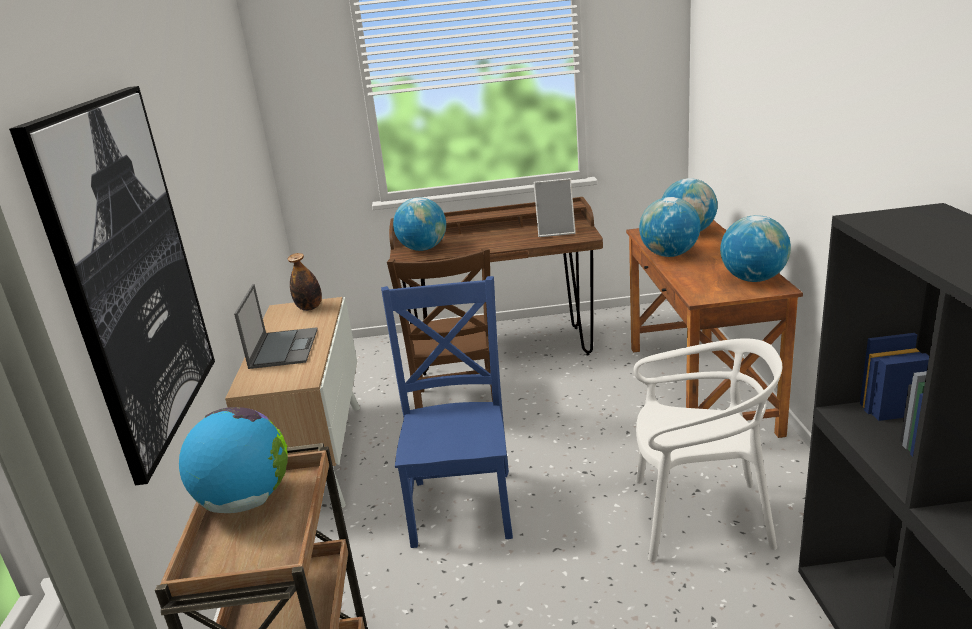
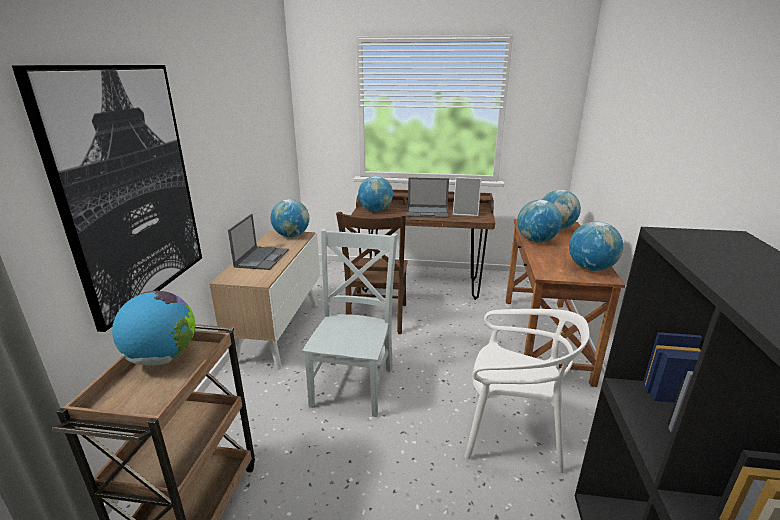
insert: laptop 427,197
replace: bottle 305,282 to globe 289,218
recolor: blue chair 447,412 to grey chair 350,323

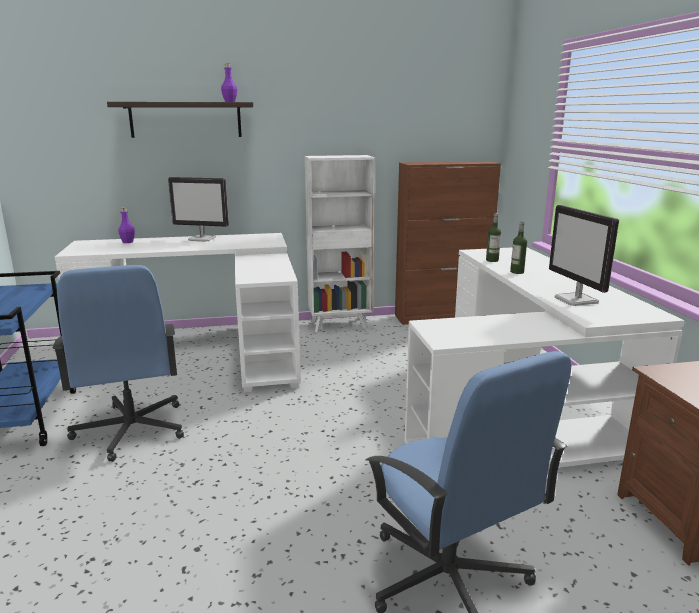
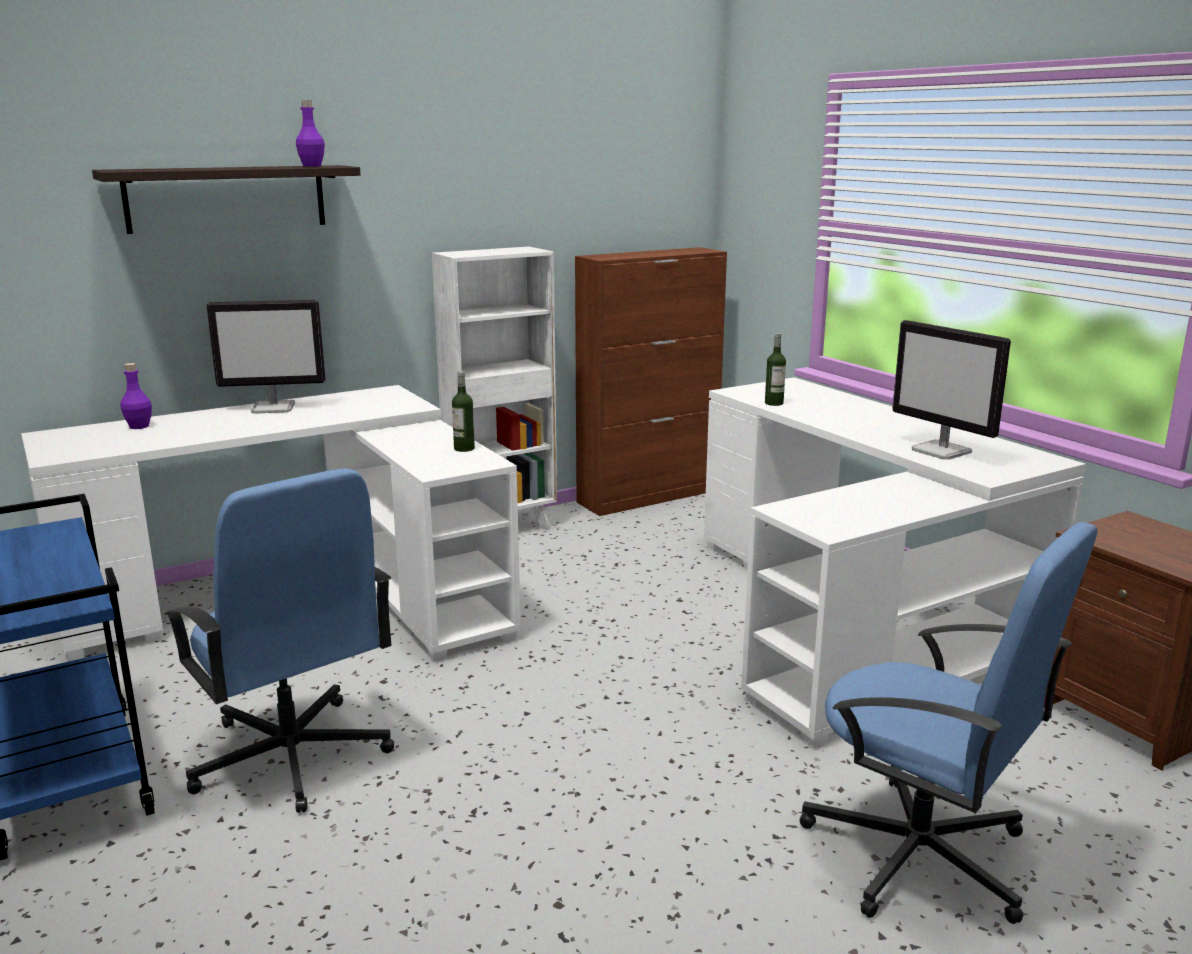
move: bottle 518,247 to 463,411

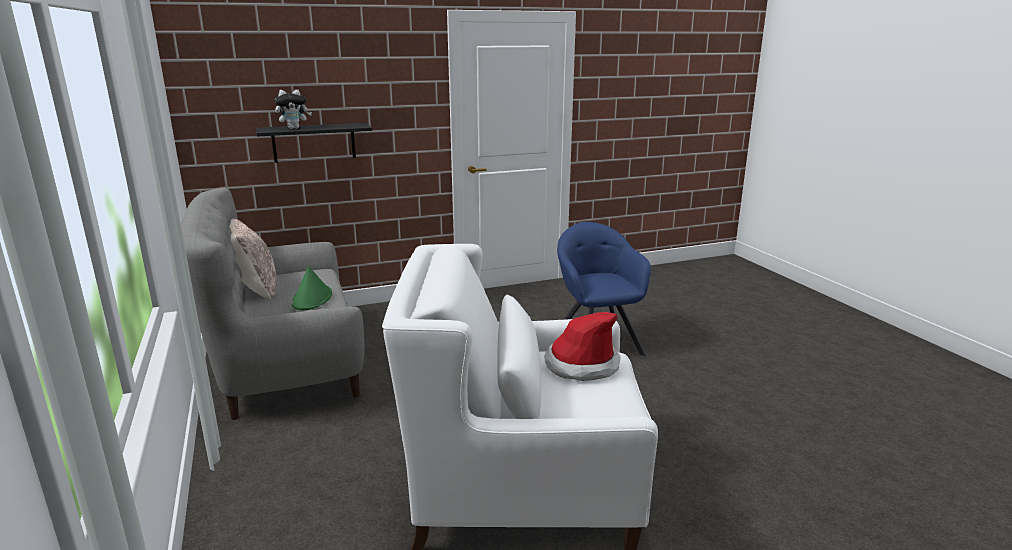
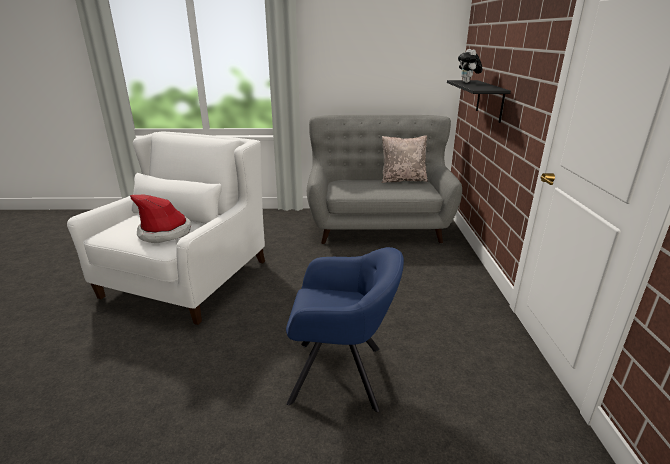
delete: green hat 312,288

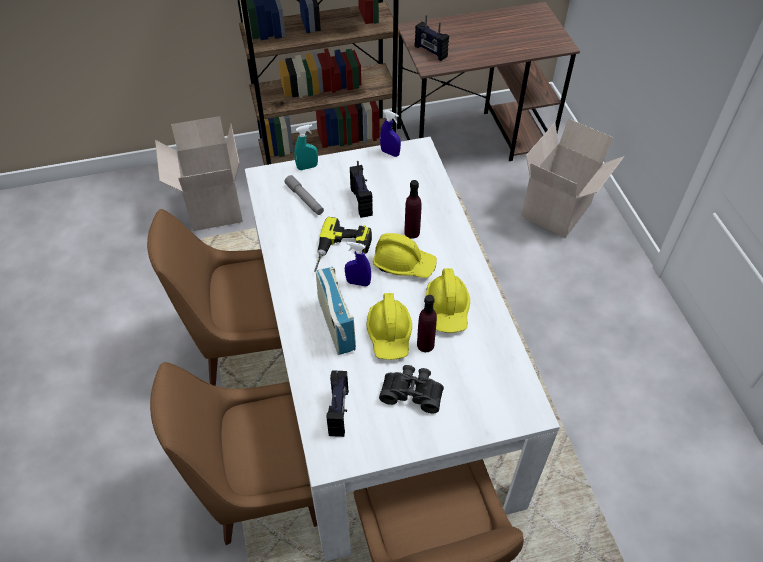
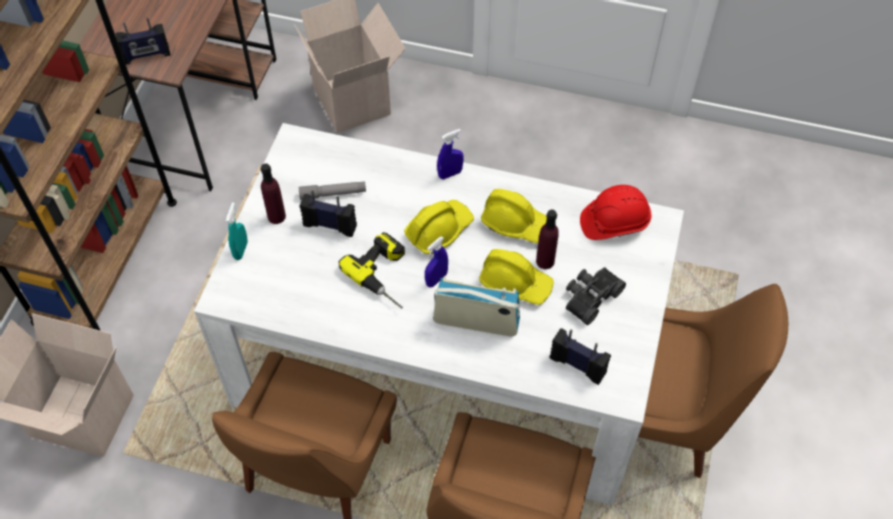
insert: red hard hat 615,212
move: purple bottle 412,209 to 273,193; grey flashlight 304,195 to 332,190; blue spray bottle 390,133 to 450,154

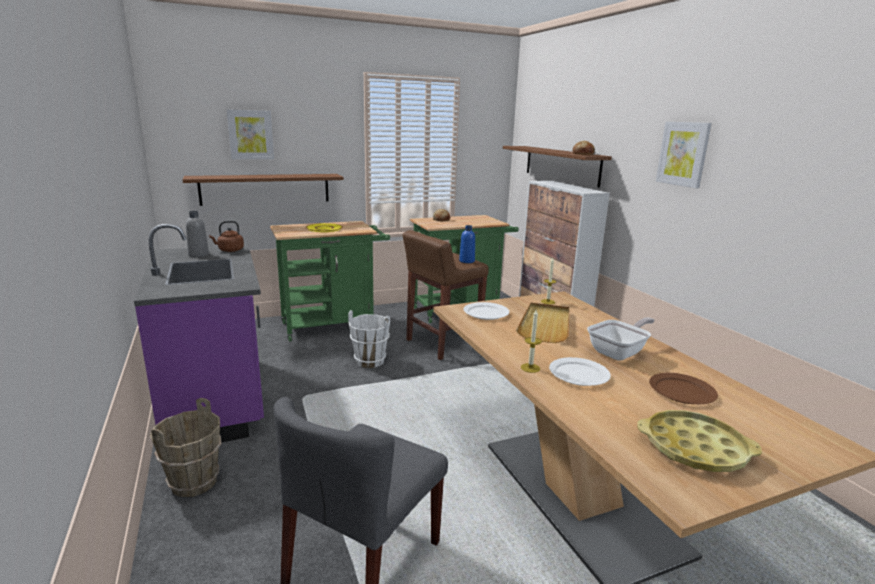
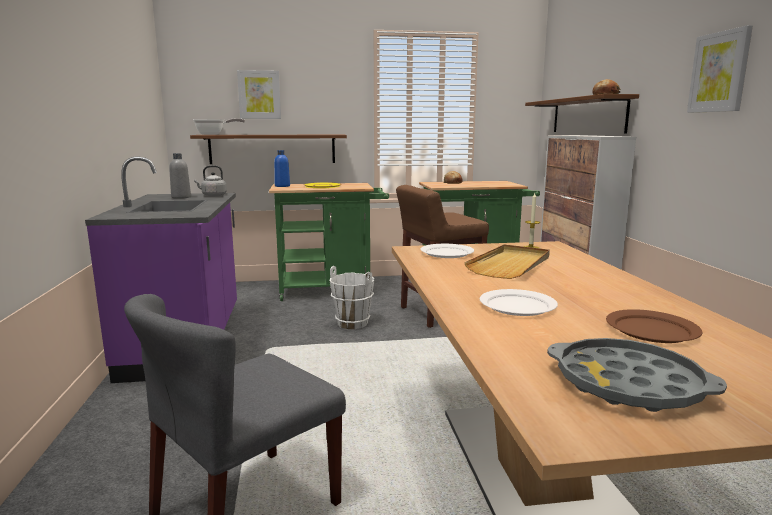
delete: brown bucket 185,447; candle 531,341
move: frying pan 621,339 to 219,126; blue bottle 467,244 to 282,168
recolor: brown kettle 226,236 to grey kettle 210,180; yellow tray 699,441 to grey tray 637,375

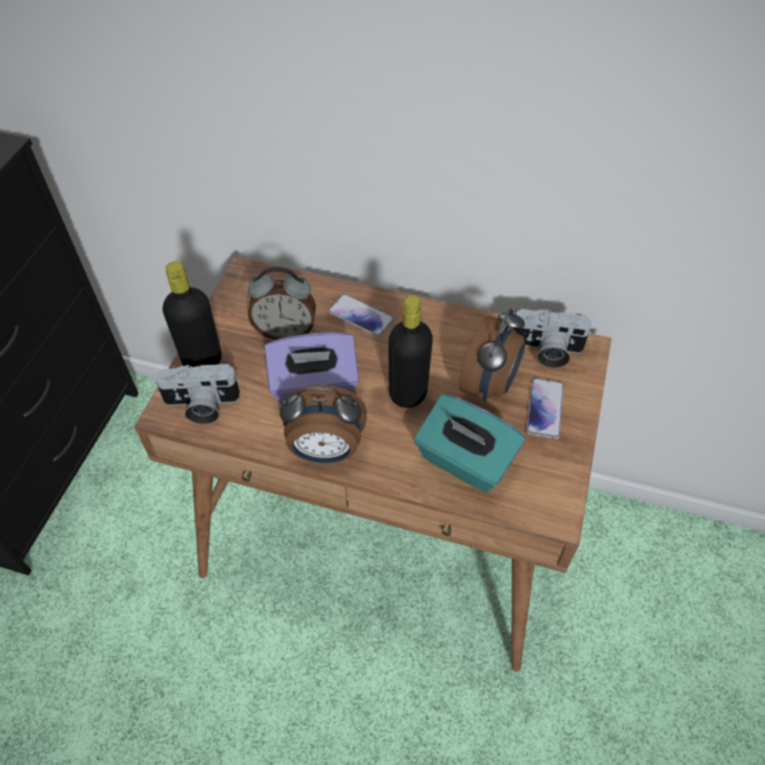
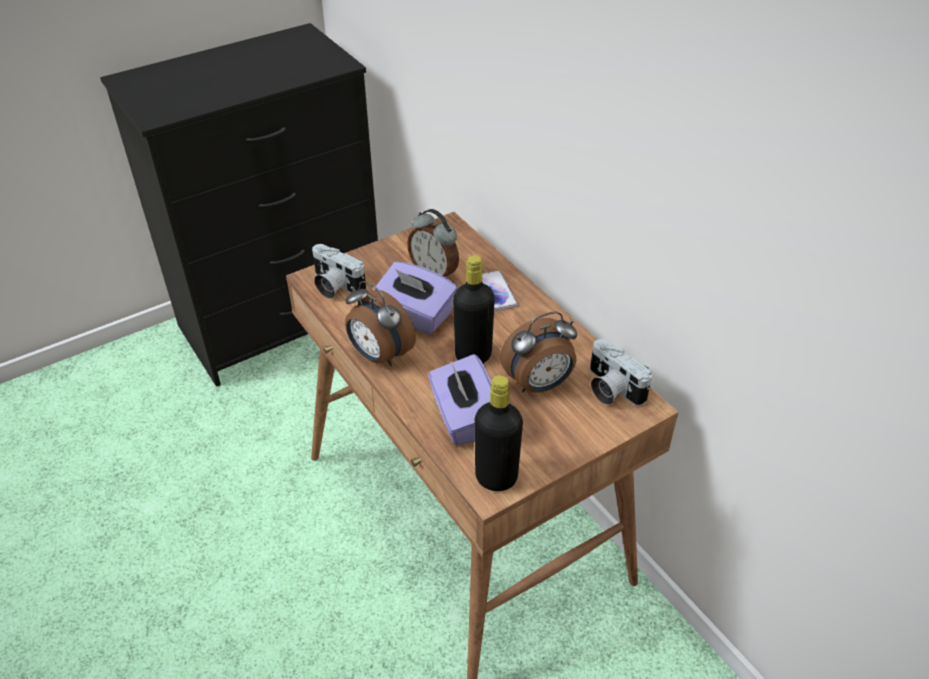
delete: phone 545,408
move: black bottle 192,314 to 499,433
recolor: turquoise tissue box 469,443 to purple tissue box 459,400

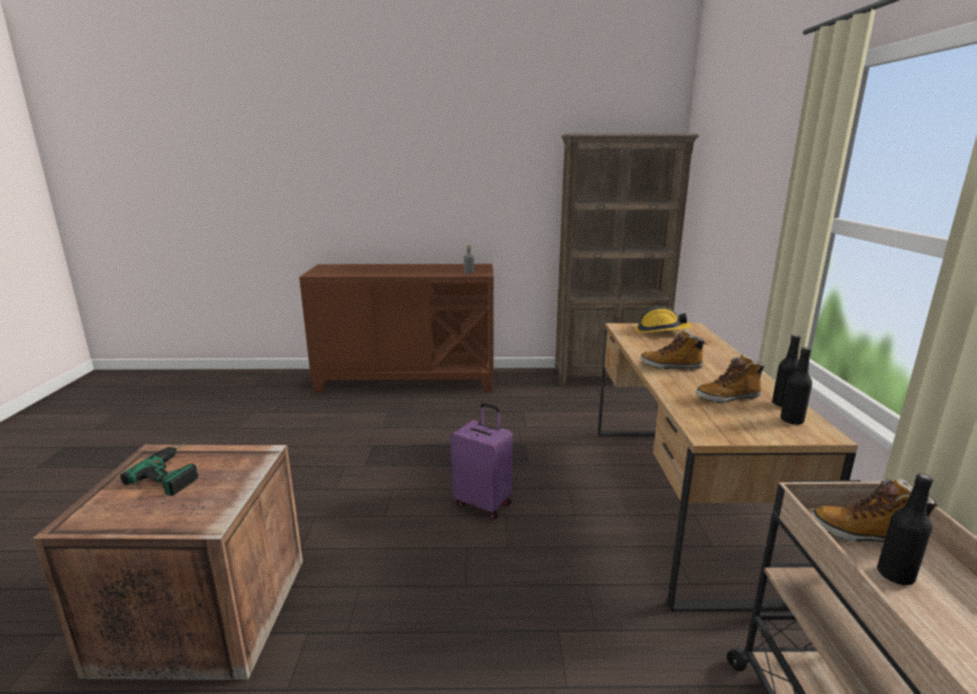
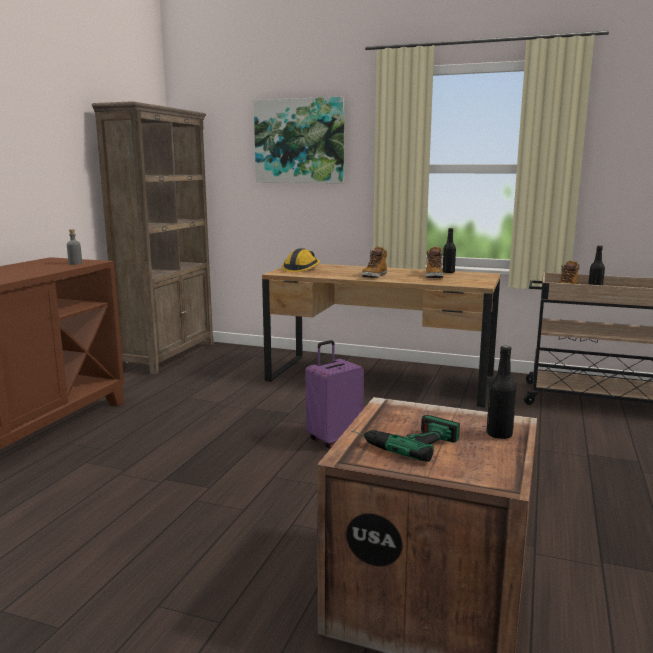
insert: picture 299,140
move: black bottle 796,386 to 502,392

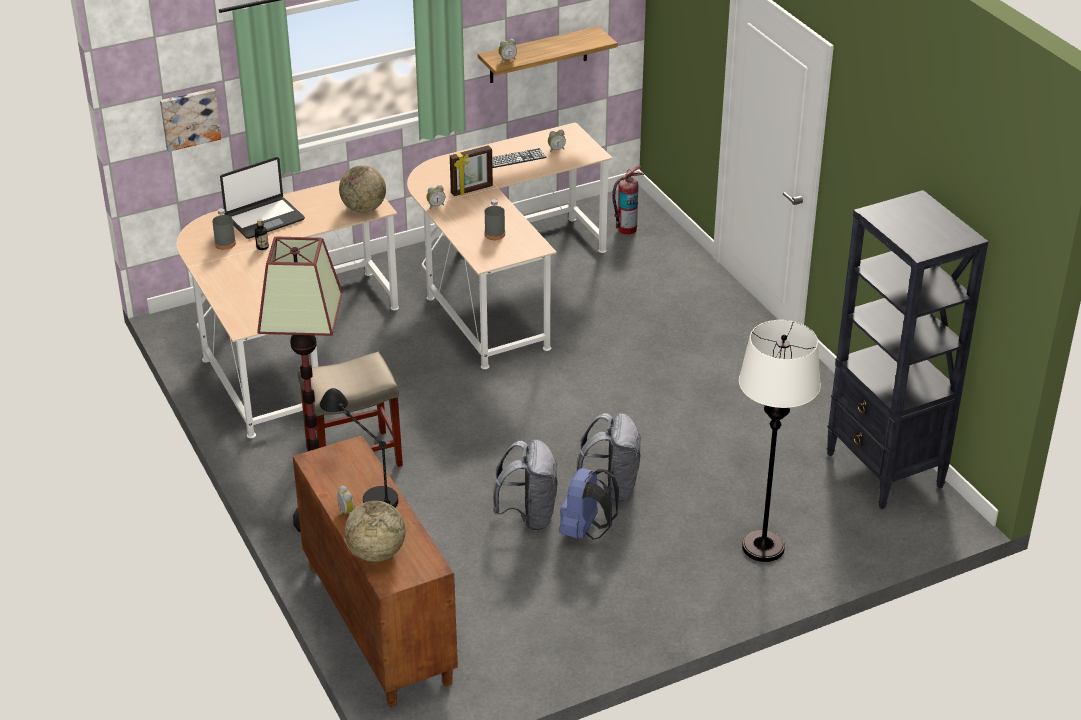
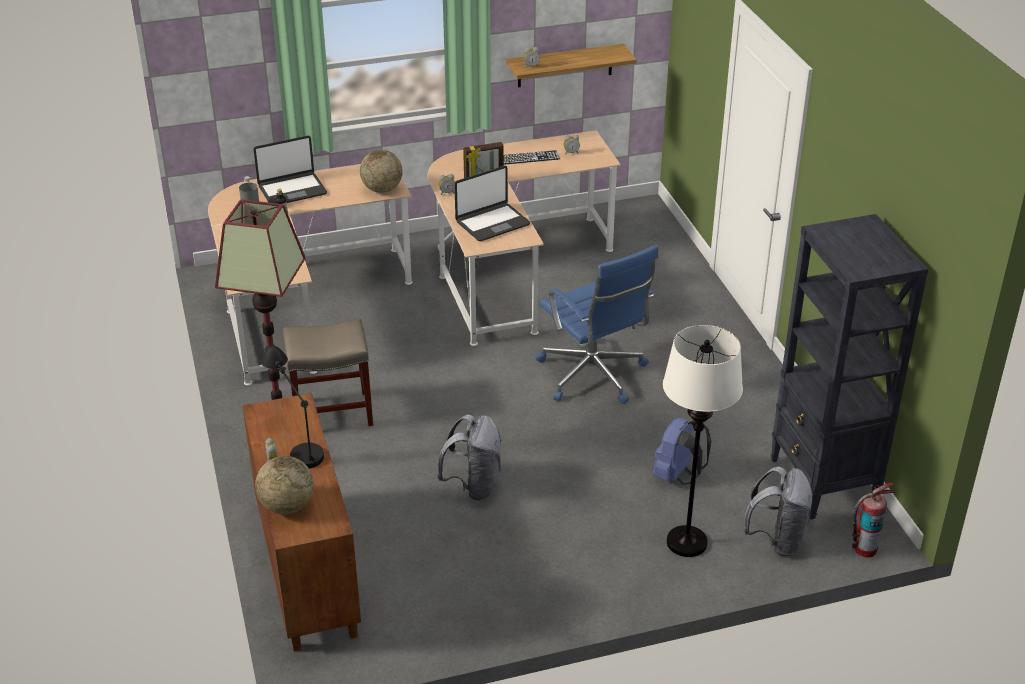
delete: picture 190,120
insert: blue office chair 597,324
move: blue backpack 589,504 to 682,451; grey backpack 609,457 to 778,511; fire extinguisher 628,200 to 874,519
replace: grey bottle 495,219 to laptop 492,203

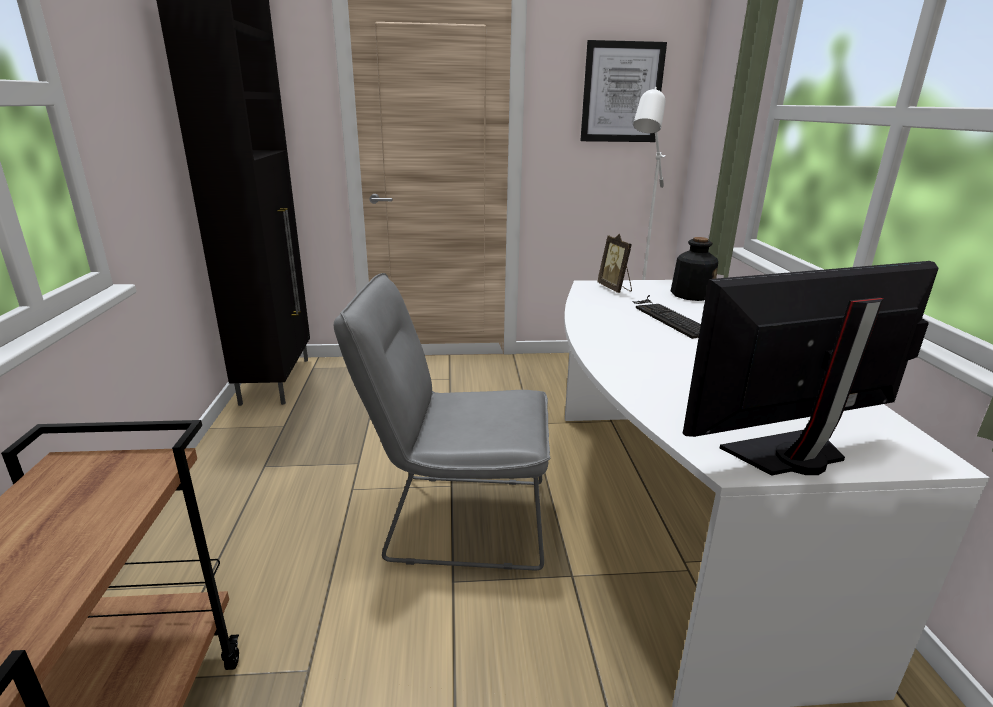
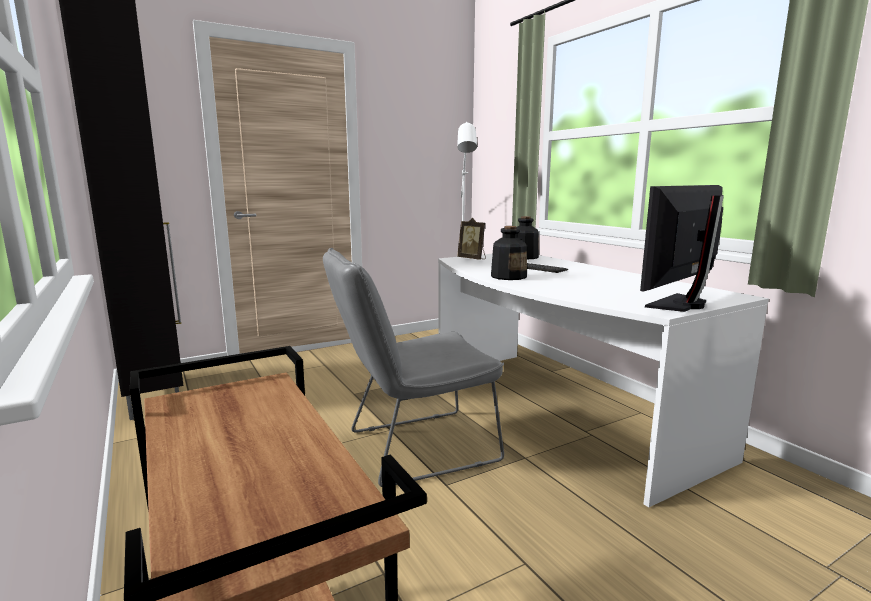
delete: picture 623,91
insert: bottle 509,253

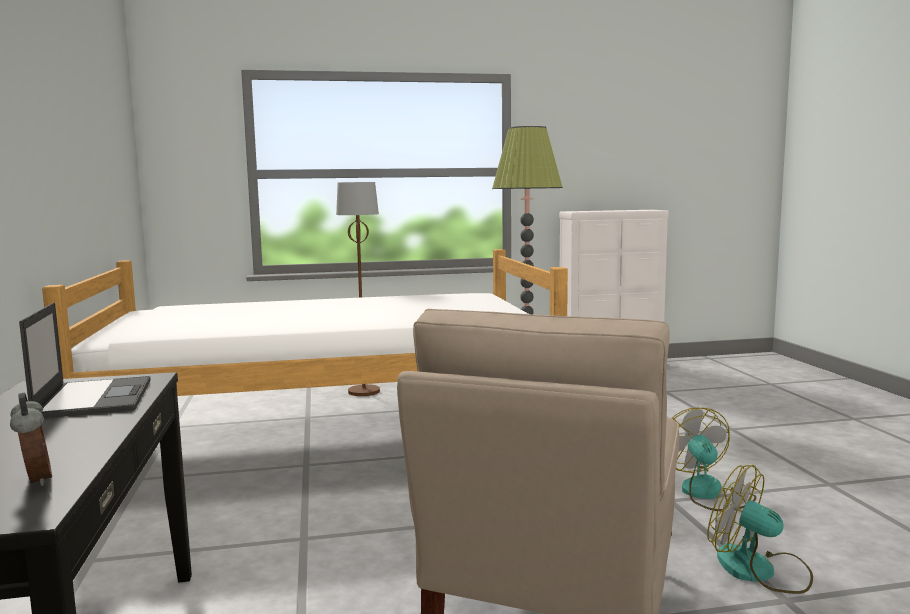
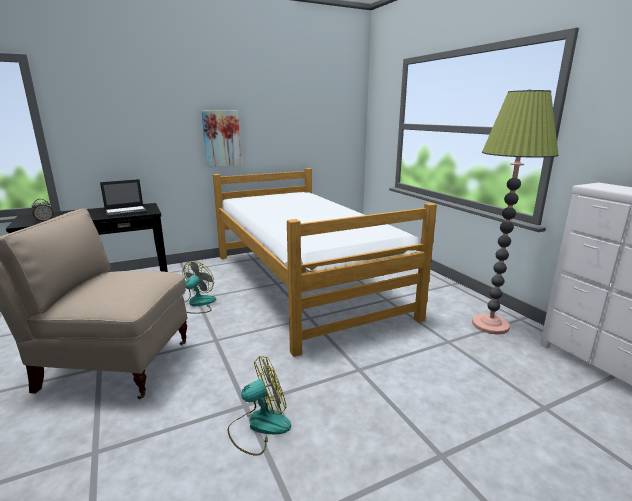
delete: brown floor lamp 358,289
insert: picture 221,138
move: fan 760,529 to 199,287

